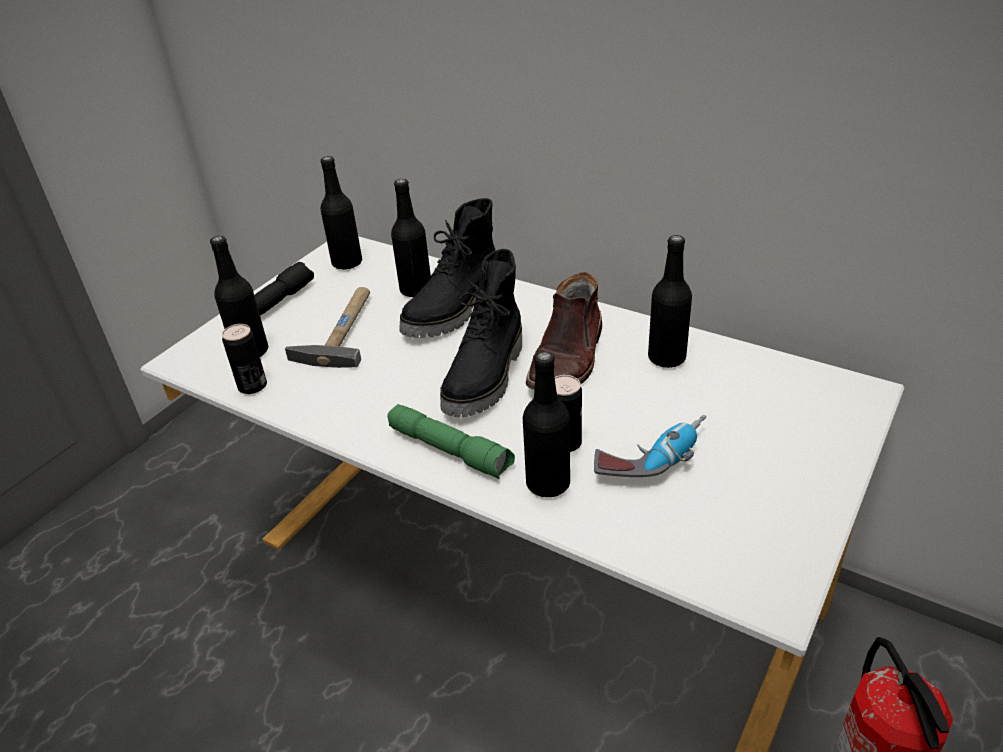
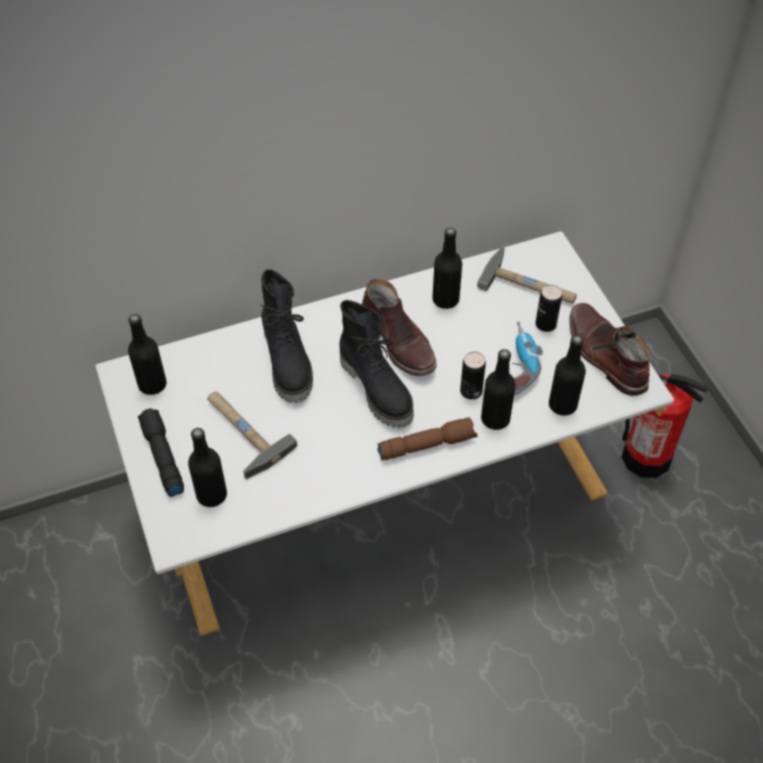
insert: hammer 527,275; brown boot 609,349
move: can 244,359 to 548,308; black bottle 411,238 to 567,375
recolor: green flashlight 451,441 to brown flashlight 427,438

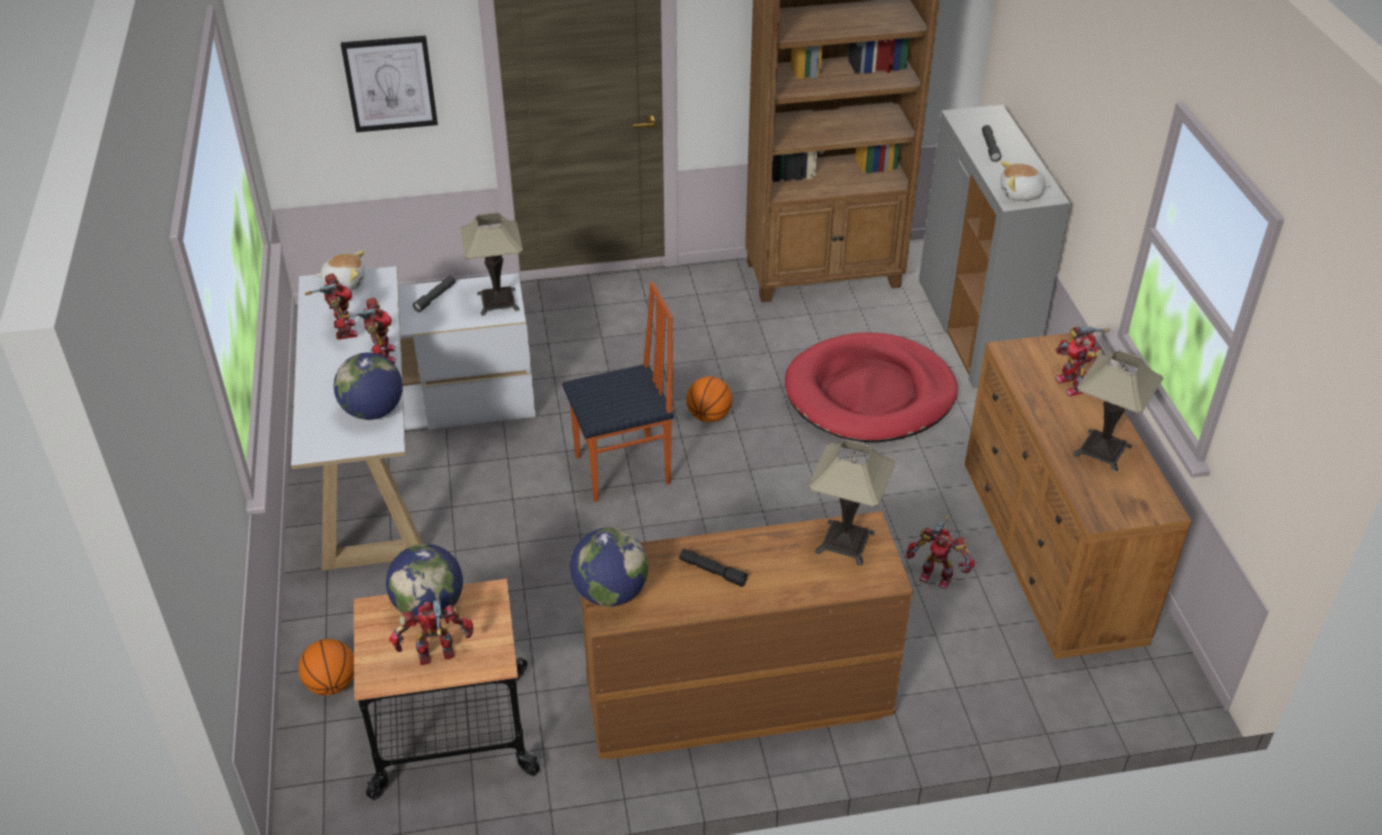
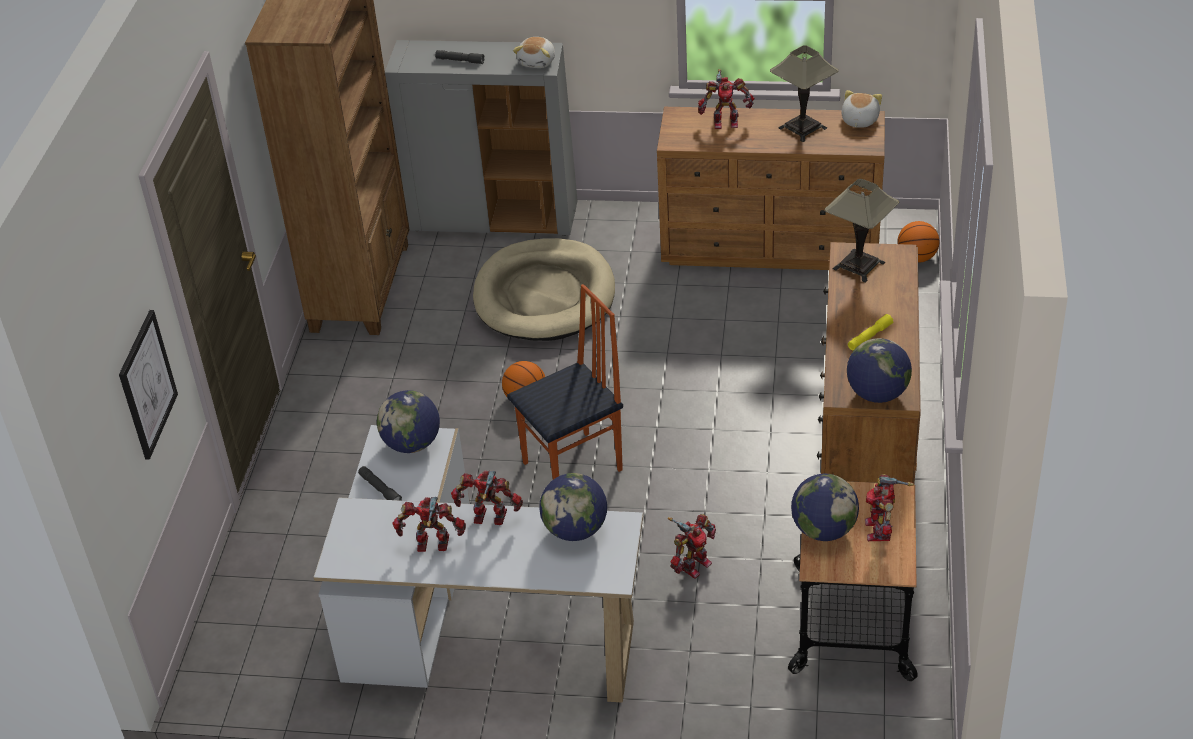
move: toy robot 940,552 to 692,546; plush toy 340,270 to 862,109; basketball 326,667 to 918,242
replace: table lamp 491,264 to globe 408,421
recolor: red dog bed 871,387 to beige dog bed 544,289; black flashlight 713,567 to yellow flashlight 870,332
rotate: chair 618,392 = 565,382 60 degrees clockwise

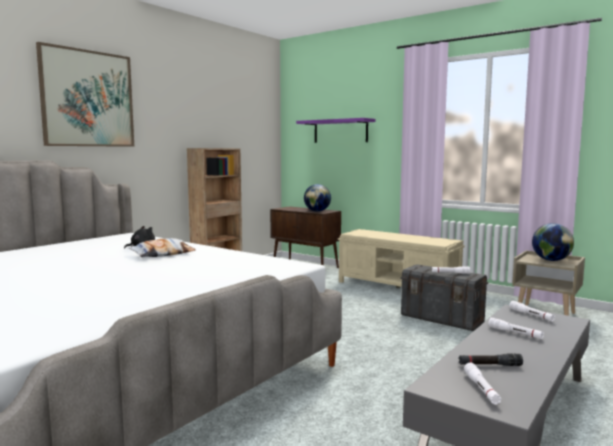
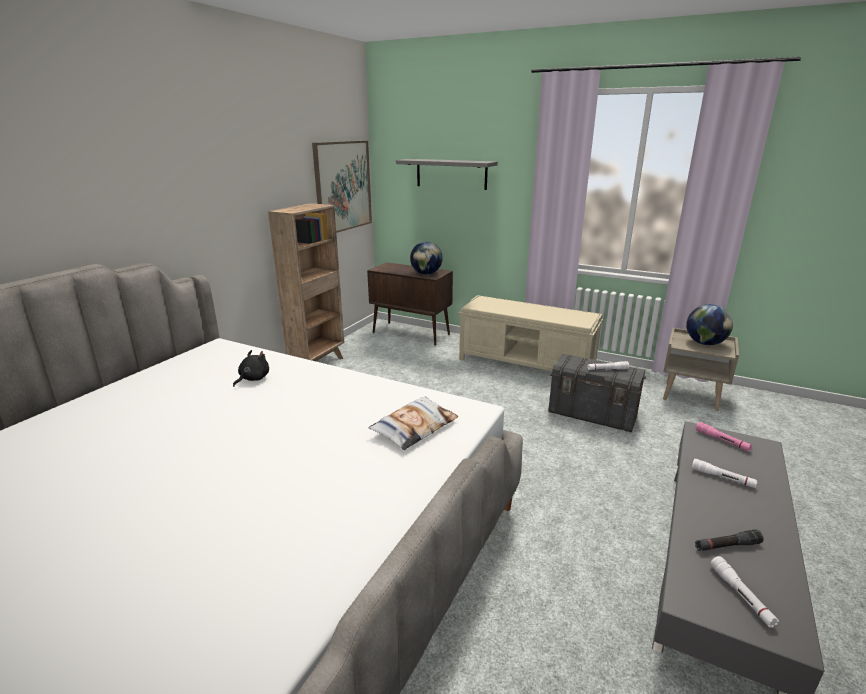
move: picture 85,94 to 342,187; pillow 162,247 to 413,423
recolor: purple shelf 336,130 to grey shelf 447,174; white flashlight 532,311 to pink flashlight 724,437

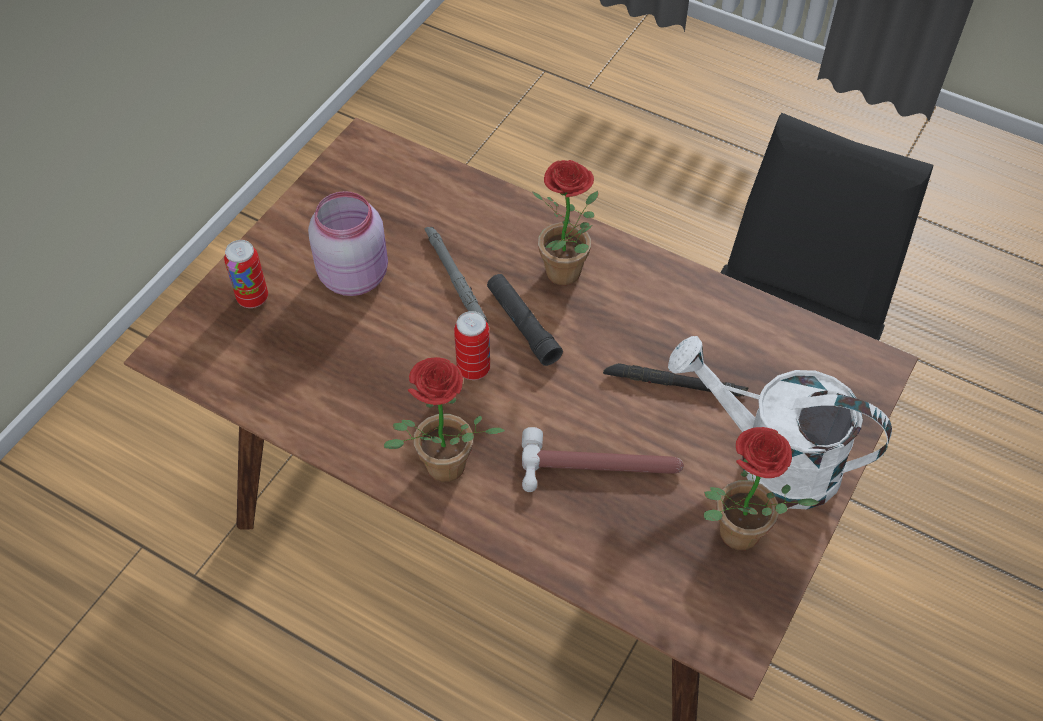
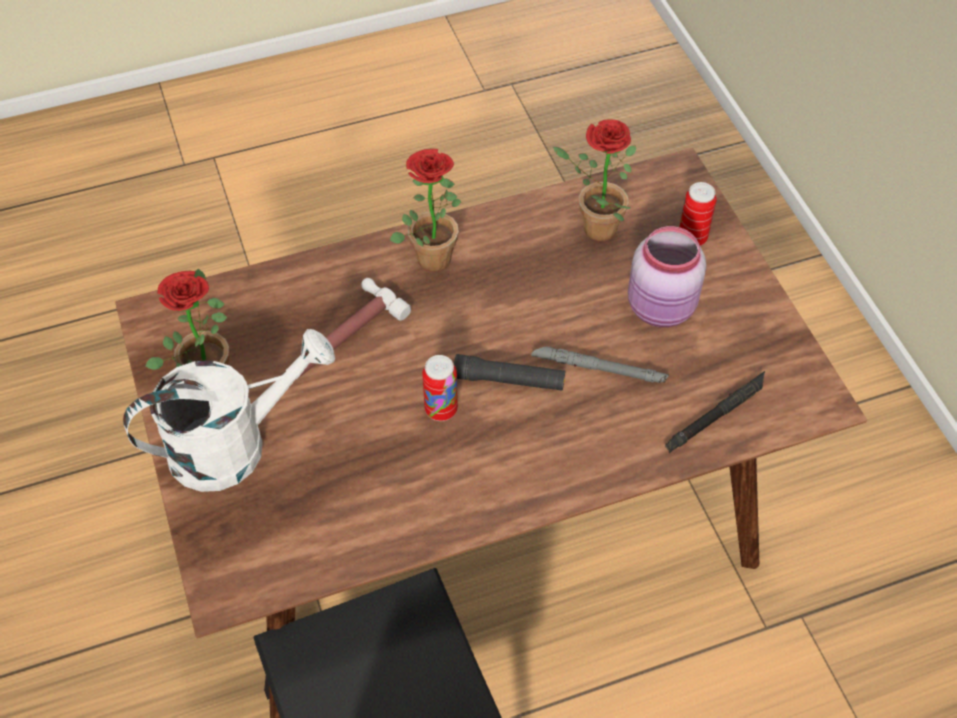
move: can 472,345 to 440,388; potted plant 565,222 to 594,180; black flashlight 675,380 to 715,412

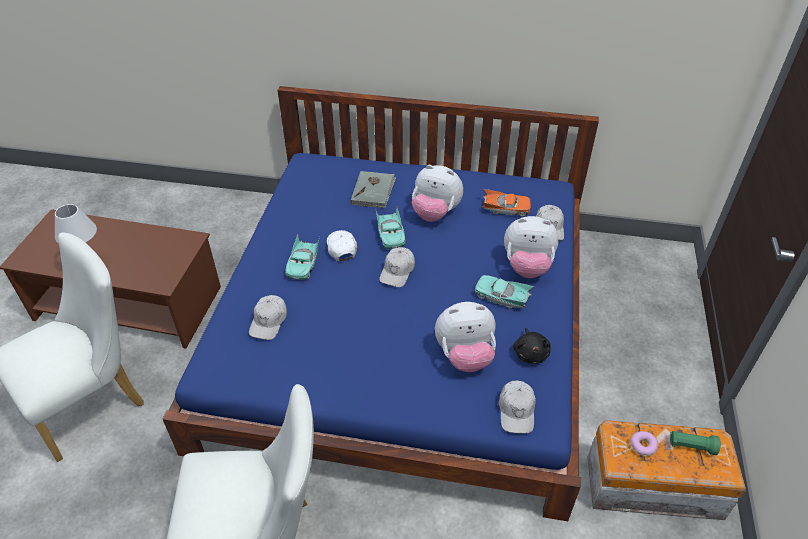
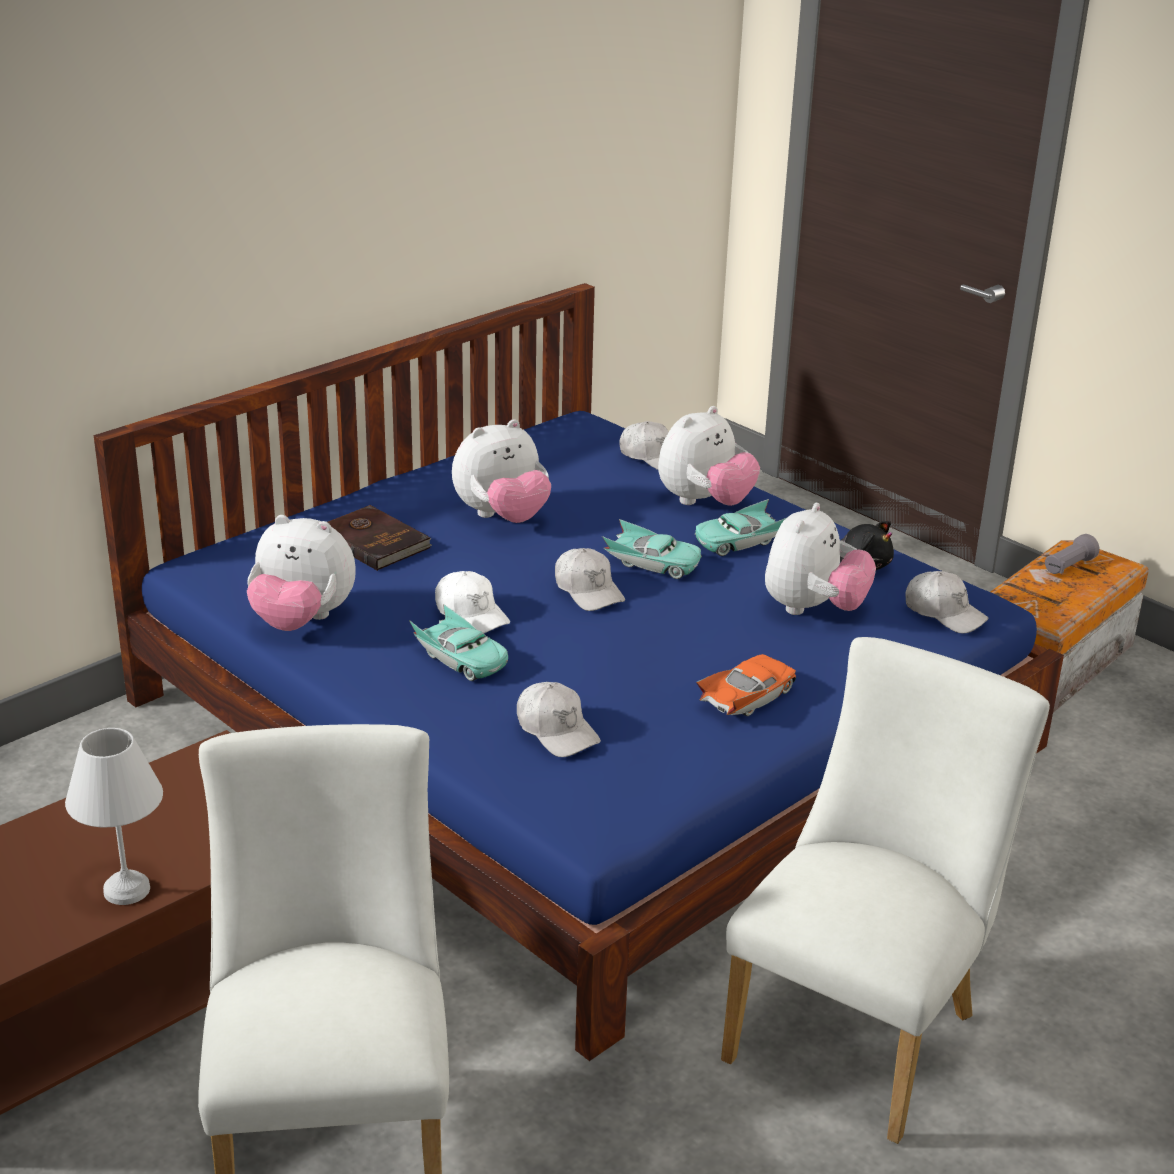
delete: donut 644,443
insert: plush toy 301,573
move: turquoise toy car 390,228 to 652,549; orange toy car 506,203 to 746,685
recolor: grey book 373,189 to brown book 380,538; green flashlight 695,443 to grey flashlight 1072,554
rotate: white cap 342,245 = 472,602 150 degrees counterclockwise

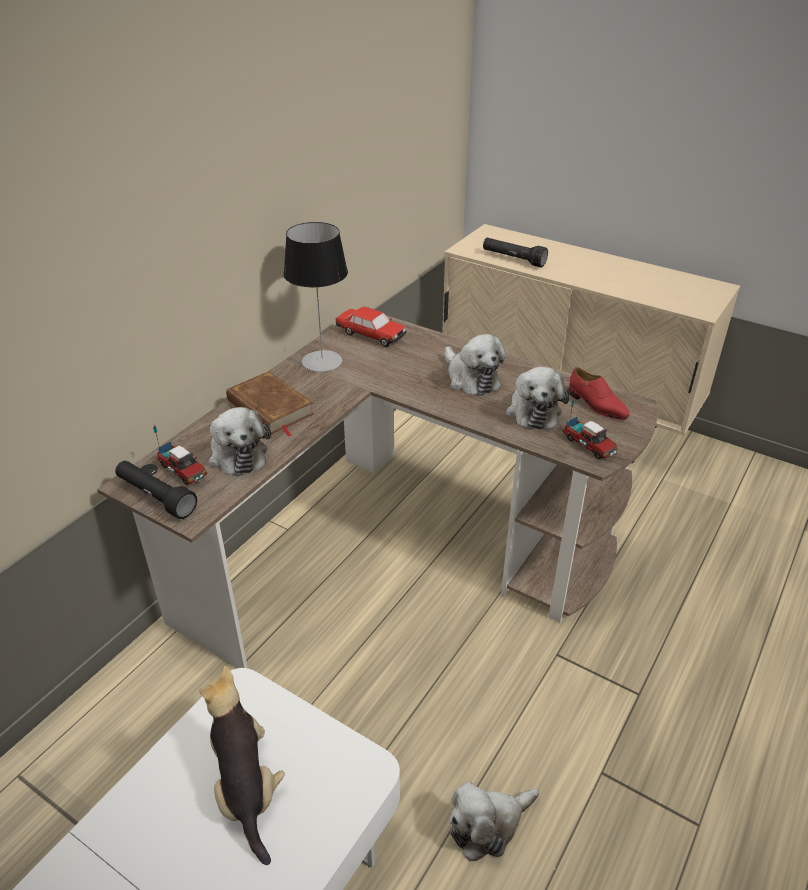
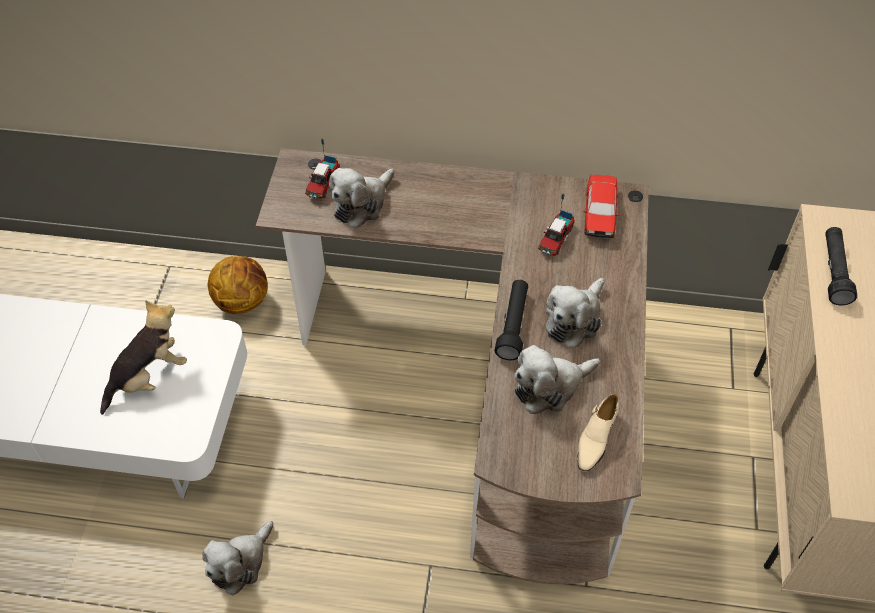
delete: brown book 270,404; table lamp 316,297
insert: basketball 238,285
move: black flashlight 156,490 to 511,320; toy truck 590,428 to 556,225
recolor: red shoe 599,393 to beige shoe 598,433
rotate: plush toy 494,821 = 238,558 90 degrees counterclockwise

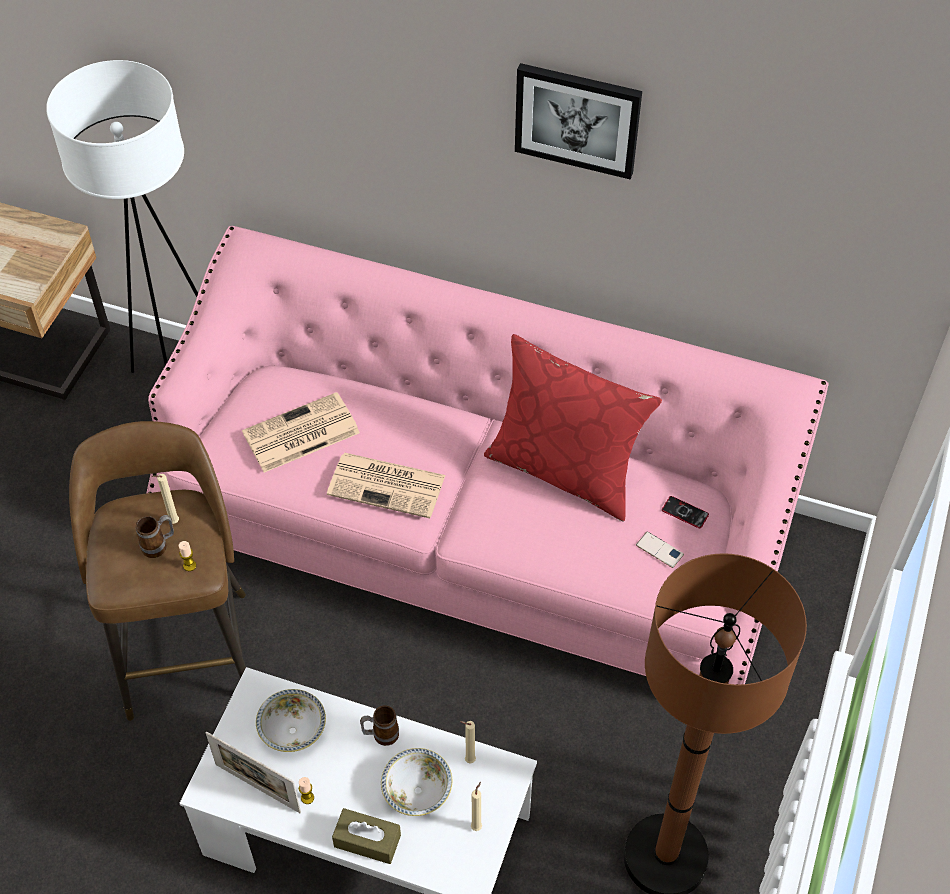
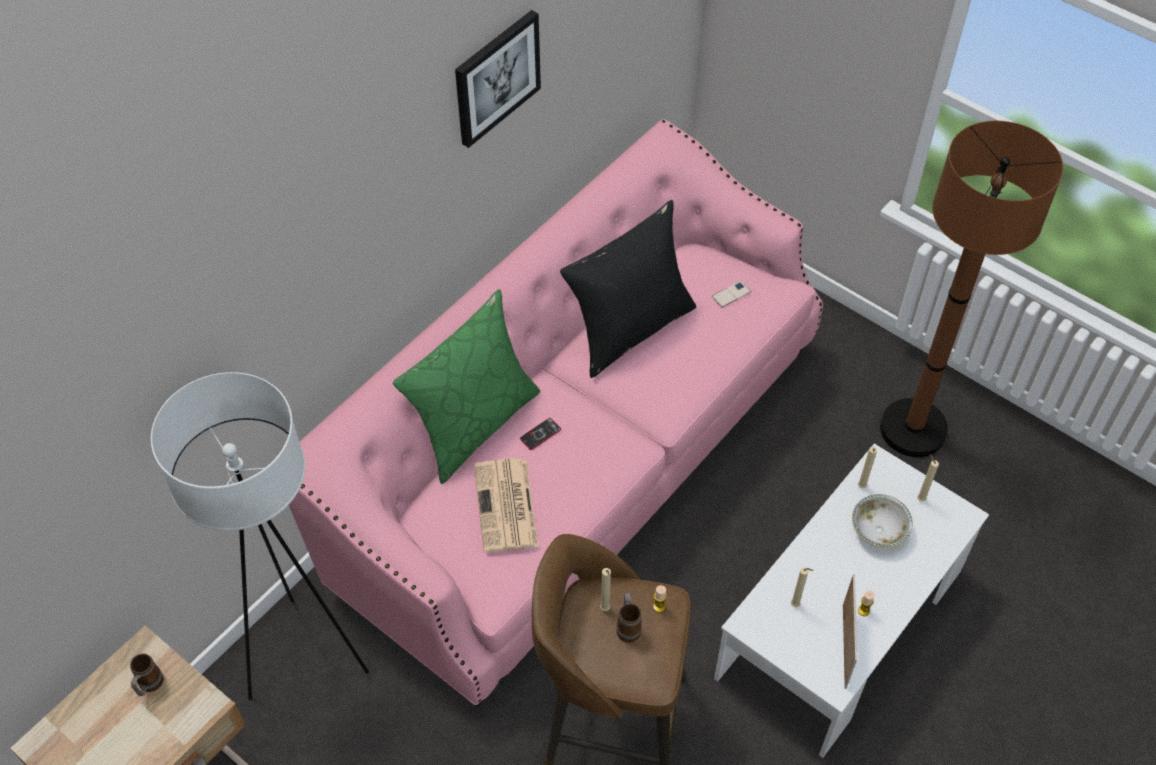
delete: newspaper 386,485; brown tissue box 366,836
insert: green pillow 466,386
move: mug 379,725 to 147,675; phone 685,512 to 540,434
replace: bowl 291,720 to beige candle 802,587
recolor: red pillow 573,428 to black pillow 628,289
rotate: picture frame 253,772 = 850,631 45 degrees counterclockwise

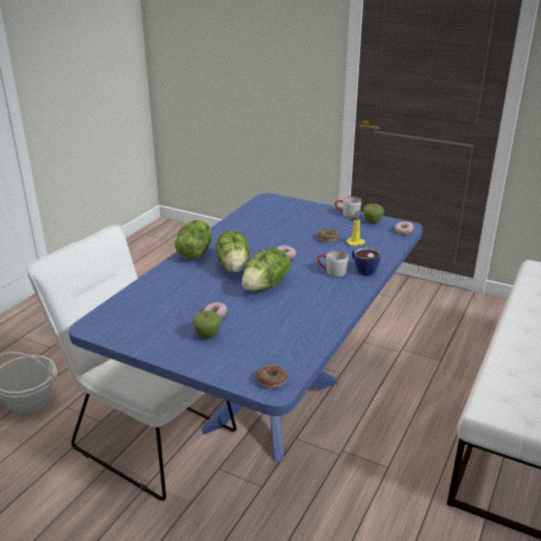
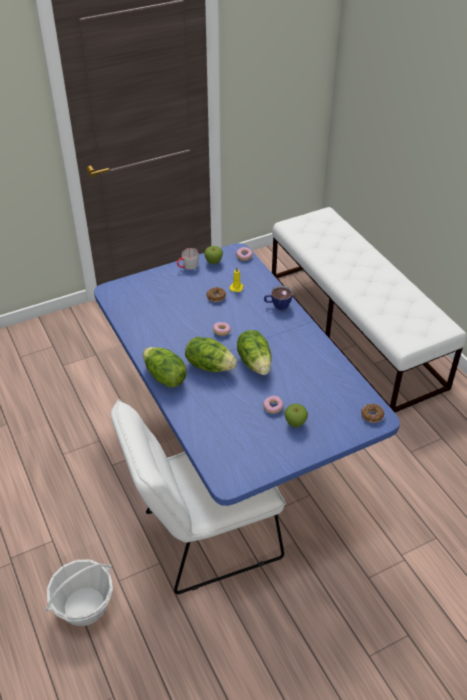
delete: grey mug 332,263

